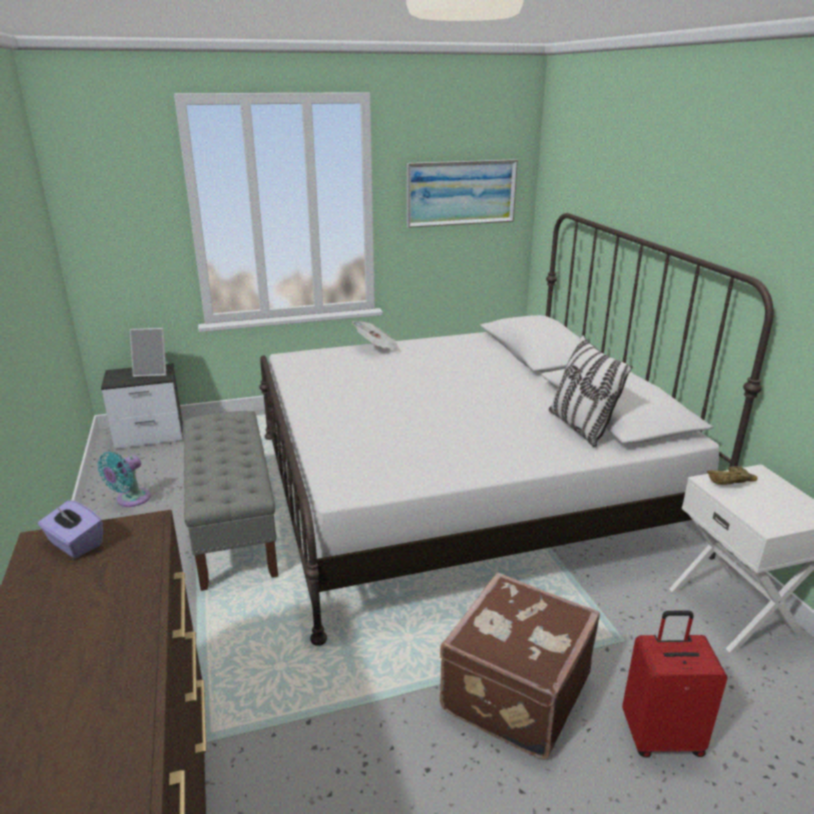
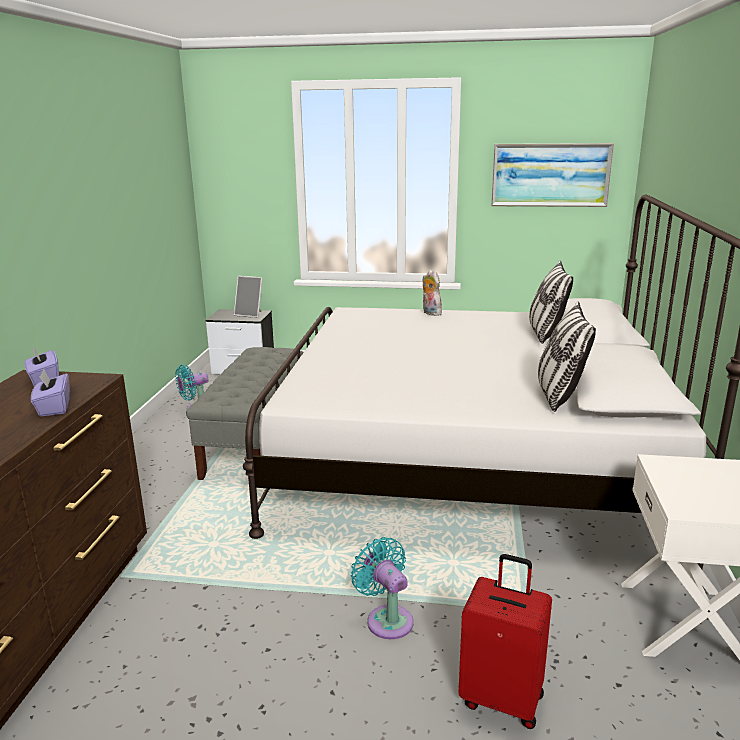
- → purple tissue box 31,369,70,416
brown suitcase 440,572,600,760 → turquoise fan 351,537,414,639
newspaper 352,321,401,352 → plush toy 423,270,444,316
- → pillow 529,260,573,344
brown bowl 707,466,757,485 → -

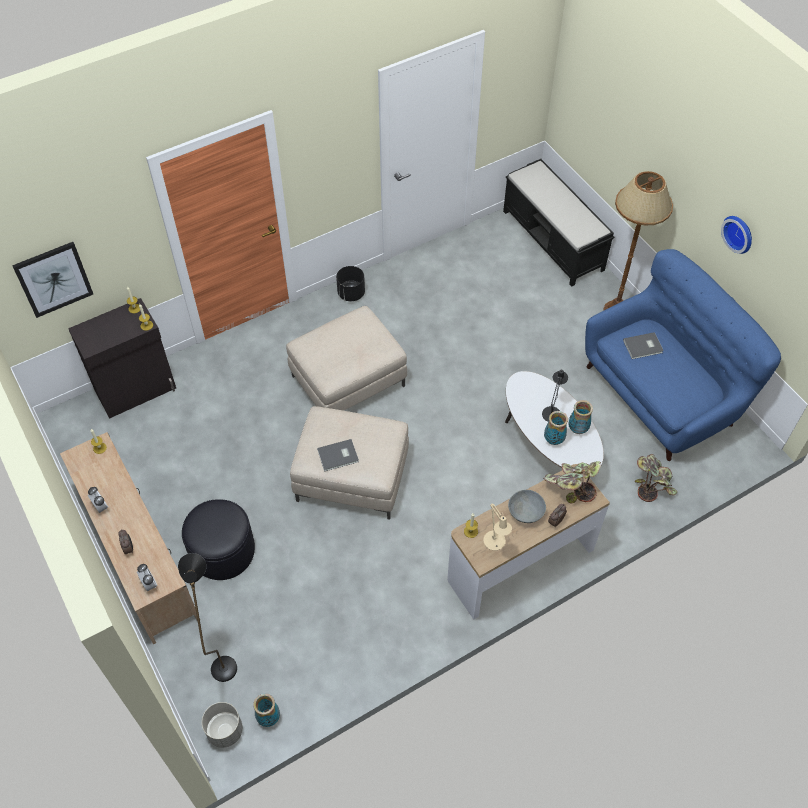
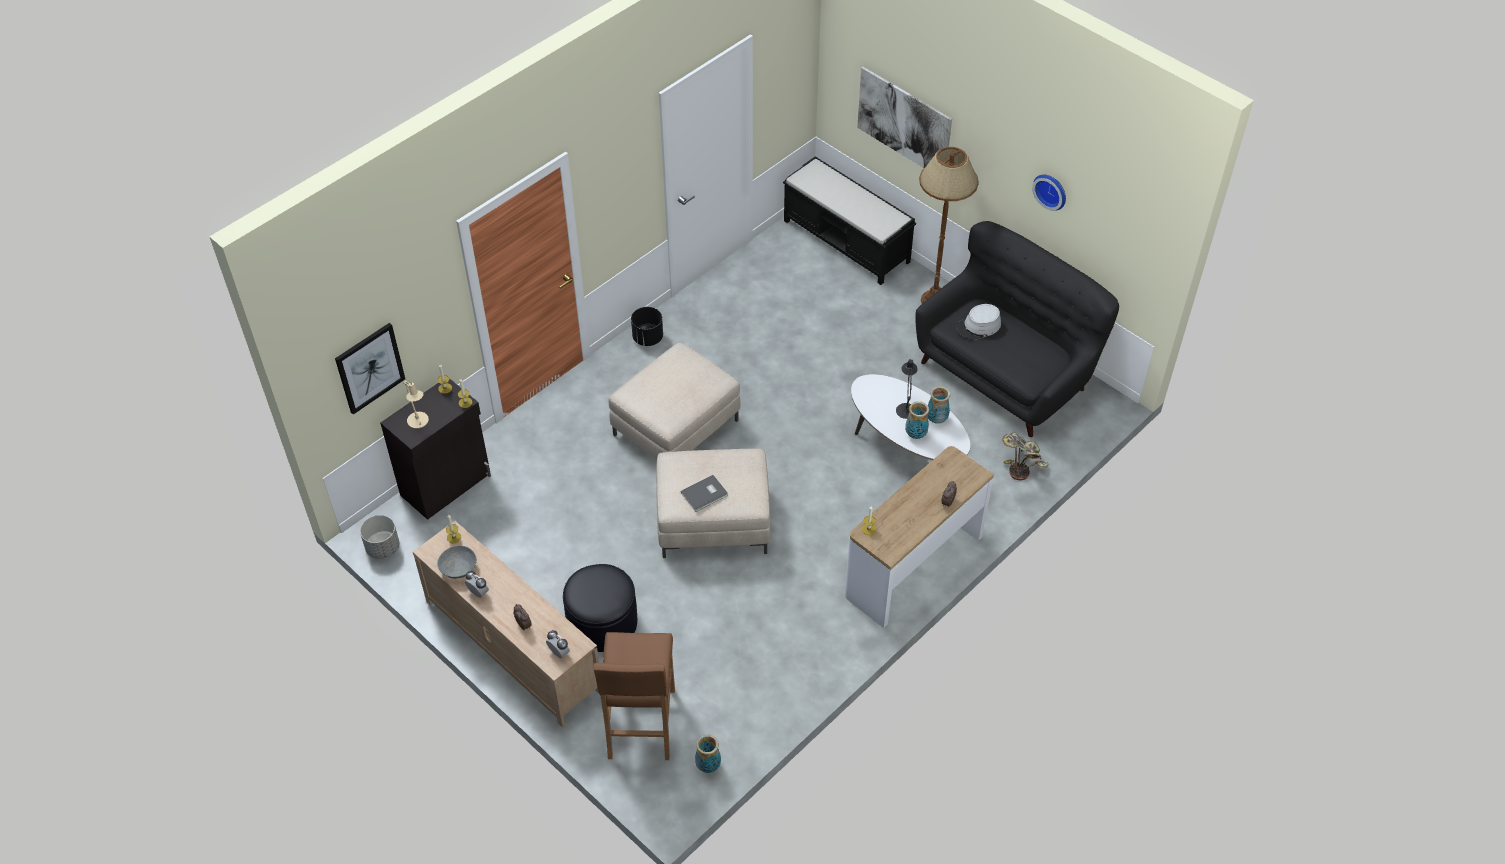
grey planter 202,702,243,748 → grey planter 360,515,399,559, relocated
beige table lamp 483,503,512,551 → beige table lamp 403,379,429,428, relocated
grey bowl 508,490,546,523 → grey bowl 437,546,477,579, relocated
black floor lamp 178,553,237,682 → brown stool 593,632,675,760
- → picture 857,67,952,168
blue sofa 585,249,781,461 → black sofa 915,221,1119,437
grey book 623,332,664,359 → grey hat 956,304,1001,340
potted plant 544,461,601,503 → -

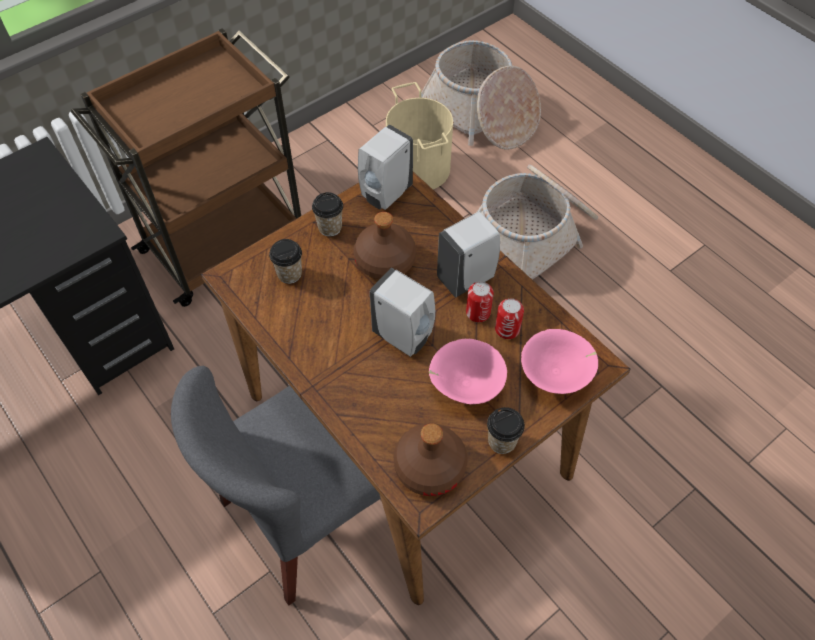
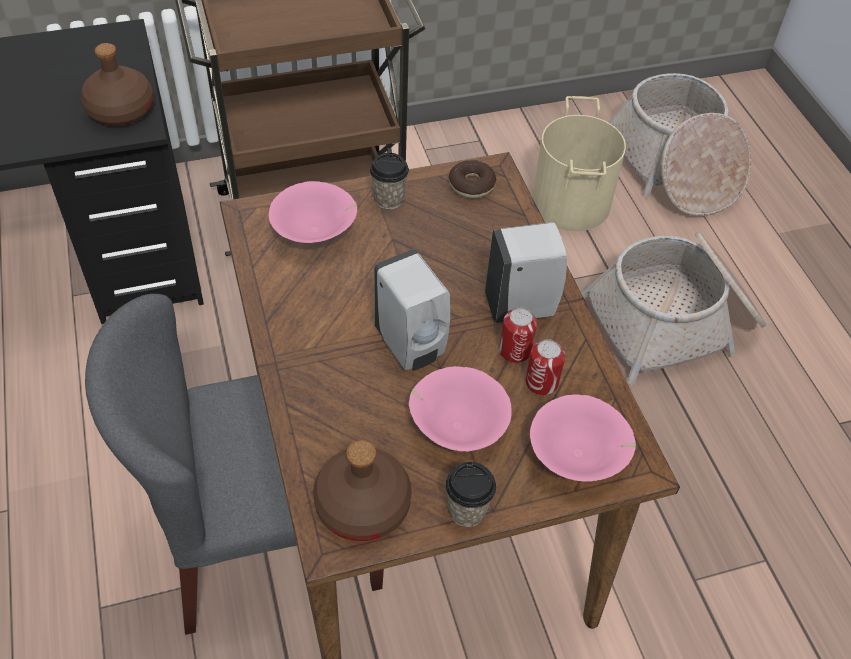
brown bottle 353,212,416,280 → brown bottle 81,43,154,126, relocated
cup 269,239,302,284 → pink bowl 269,181,357,243
white soap dispenser 358,125,413,210 → donut 449,160,496,198

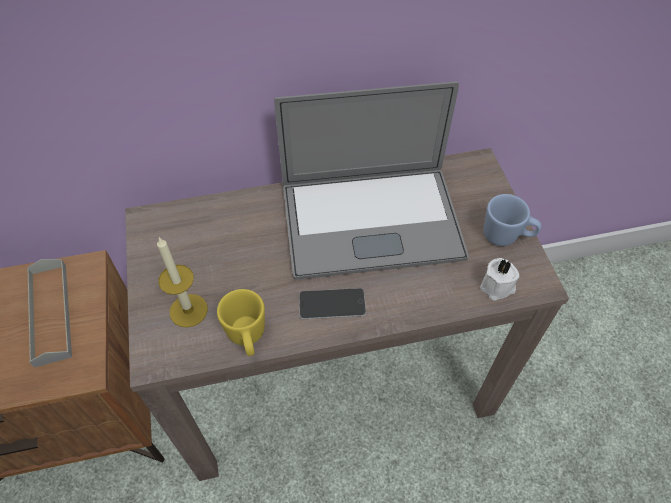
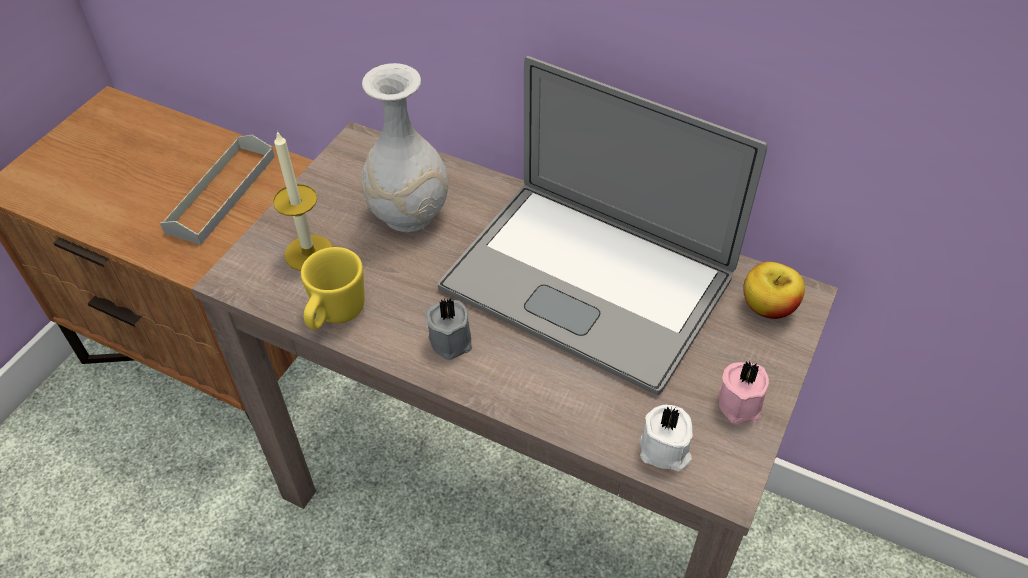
- → white vase 362,63,448,232
phone 299,288,366,319 → grey candle 425,298,472,360
blue mug 484,194,541,246 → pink candle 718,361,769,424
- → apple 743,262,805,319

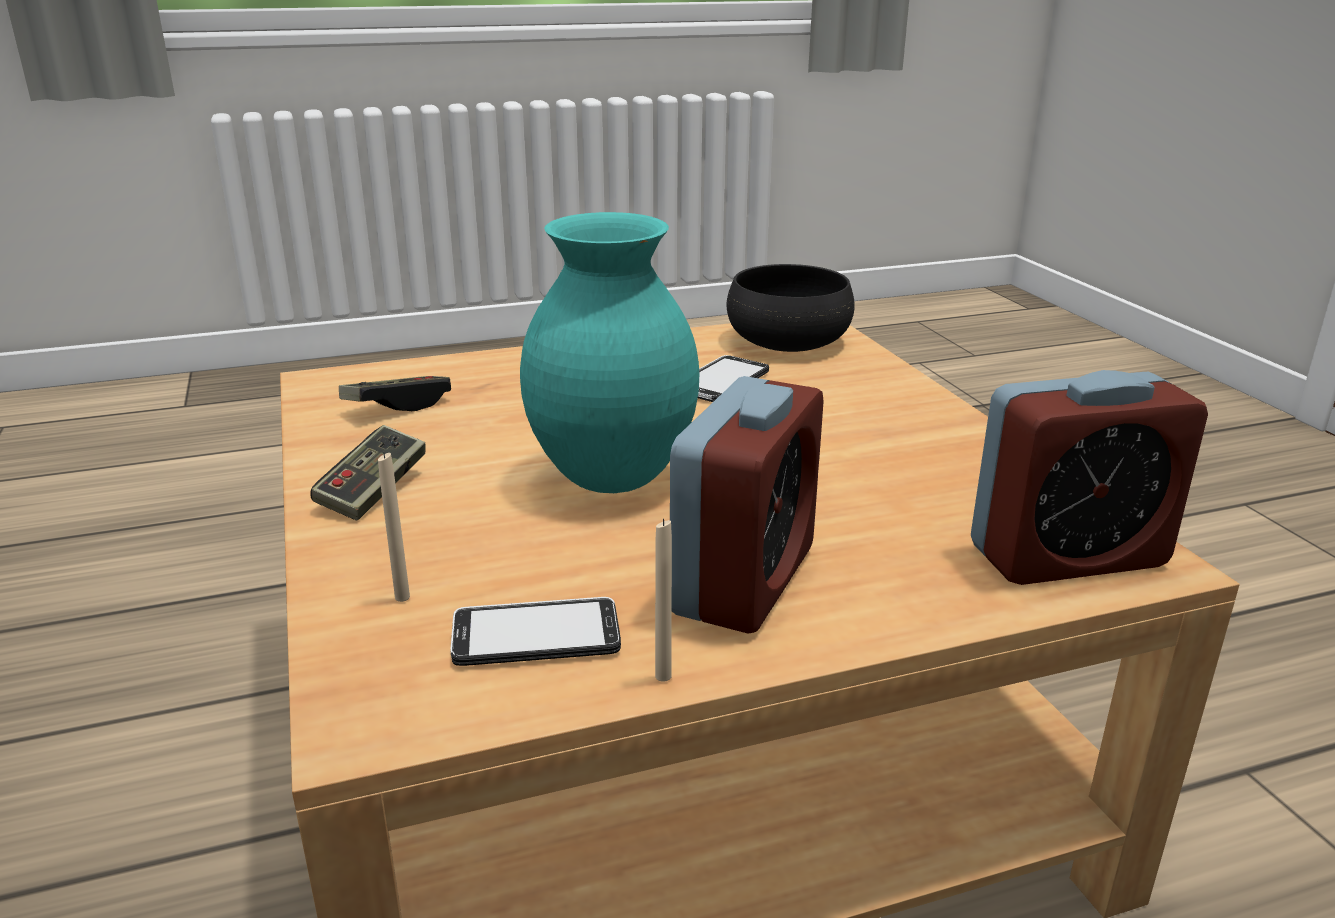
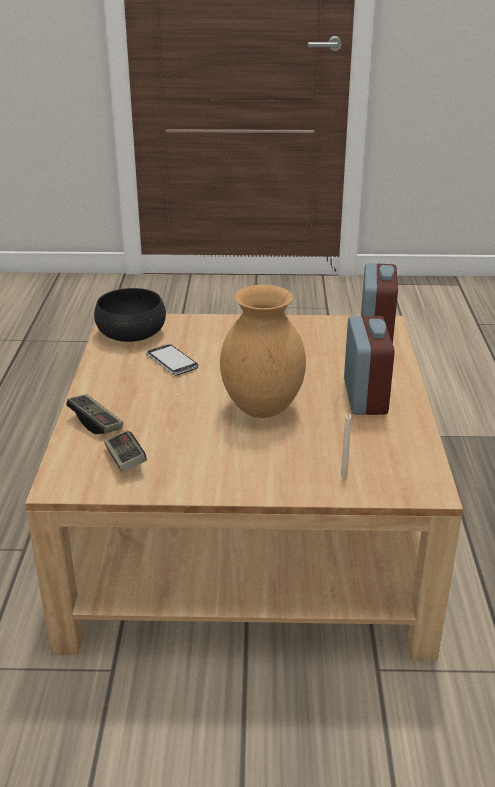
game controller 310,425,425,520 → game controller 66,394,123,434, relocated
turquoise vase 520,212,699,493 → brown vase 220,285,306,418
alarm clock 670,376,824,634 → alarm clock 344,316,395,415, 45 degrees clockwise
phone 450,597,621,666 → -
beige candle 655,518,672,682 → -

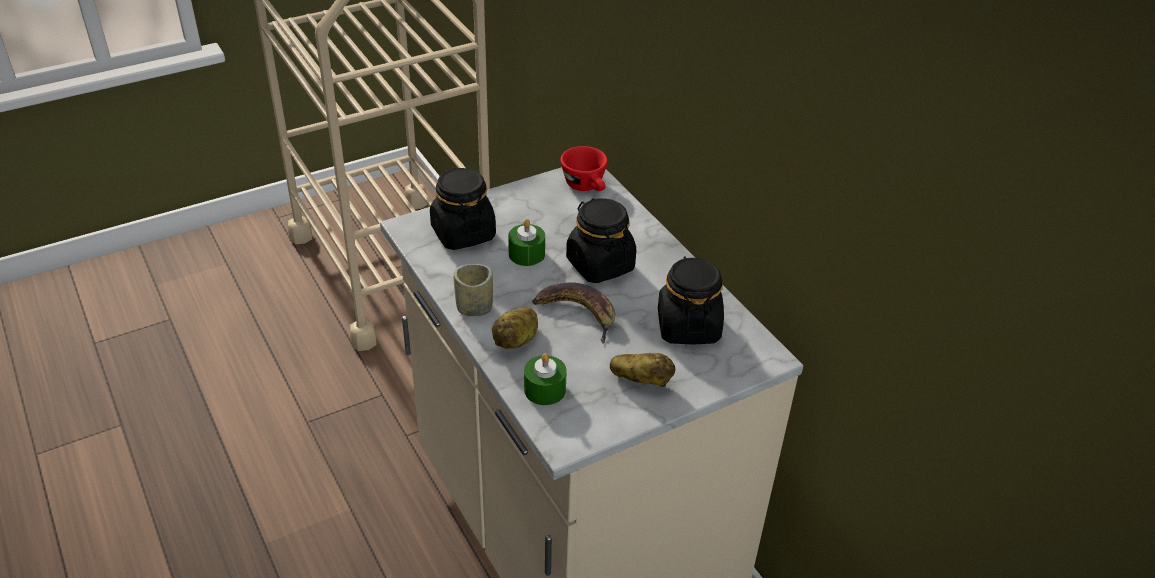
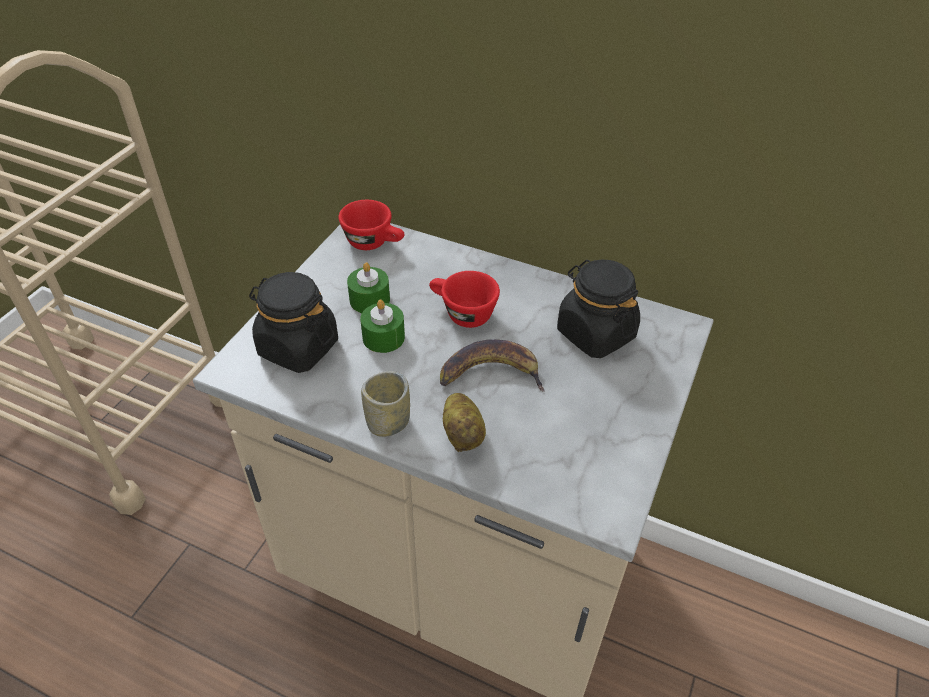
green candle 524,353,566,405 → green candle 347,262,390,313, relocated
black jar 566,198,636,283 → red cup 429,271,500,328
potato 610,353,675,387 → -

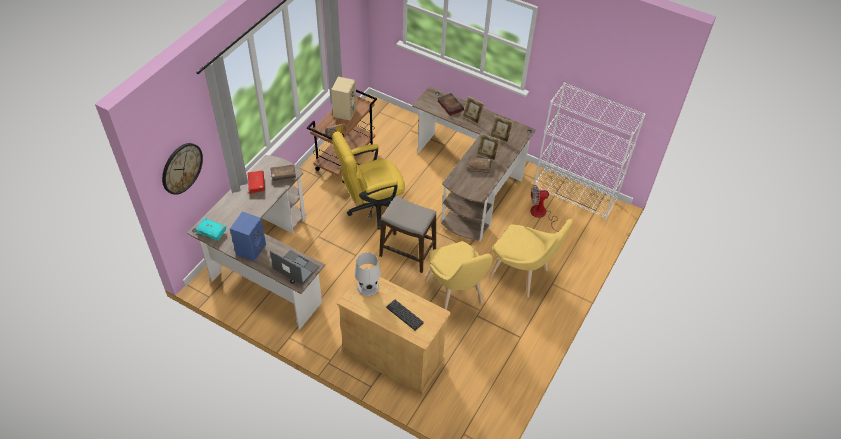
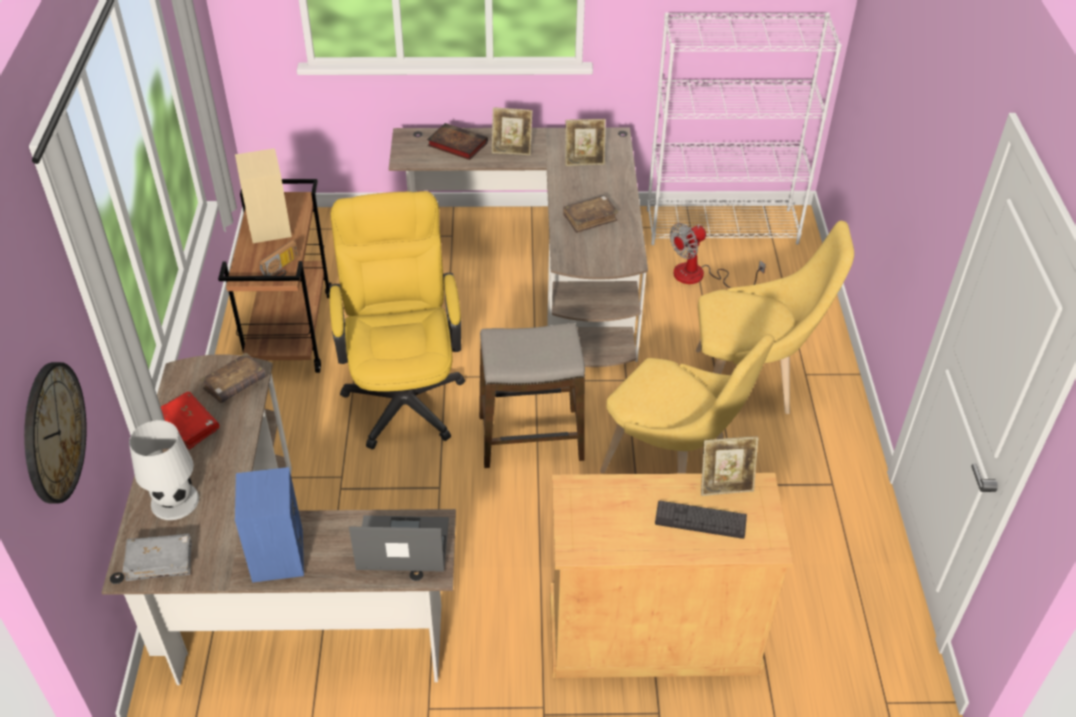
turquoise book 195,218,226,241 → grey book 123,533,192,581
white table lamp 355,252,381,296 → white table lamp 129,420,199,520, relocated
yellow office chair 332,131,405,230 → yellow office chair 329,191,465,450, 135 degrees clockwise
picture frame 476,133,500,161 → picture frame 701,436,758,496, relocated

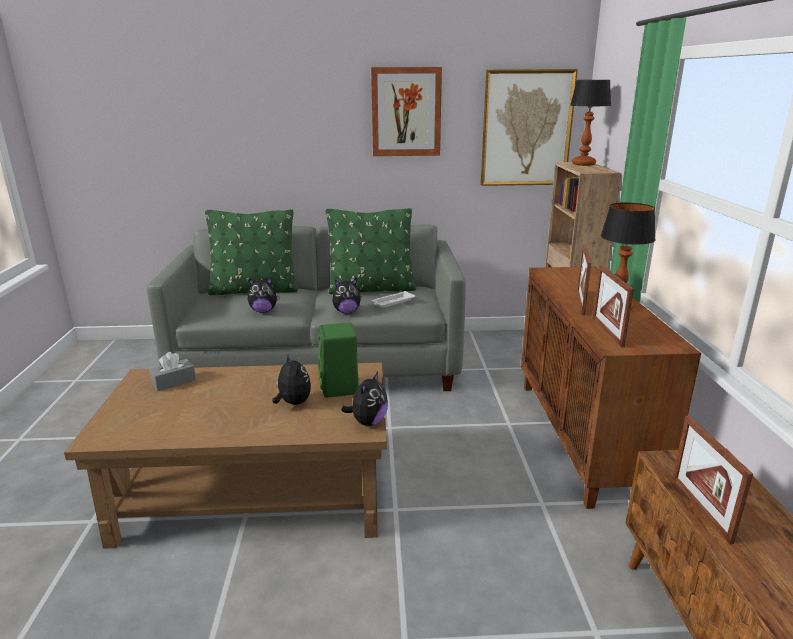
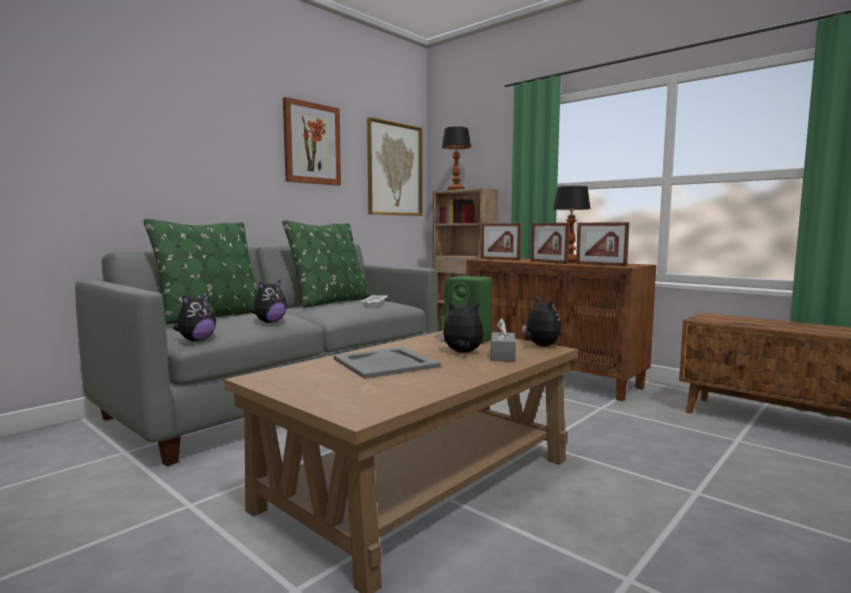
plush toy 332,279,361,314 → plush toy 173,292,216,341, relocated
- → grey tray 333,347,441,379
picture frame 672,416,753,544 → picture frame 481,223,521,261, relocated
grey tissue box 149,352,196,391 → grey tissue box 491,318,516,362, relocated

